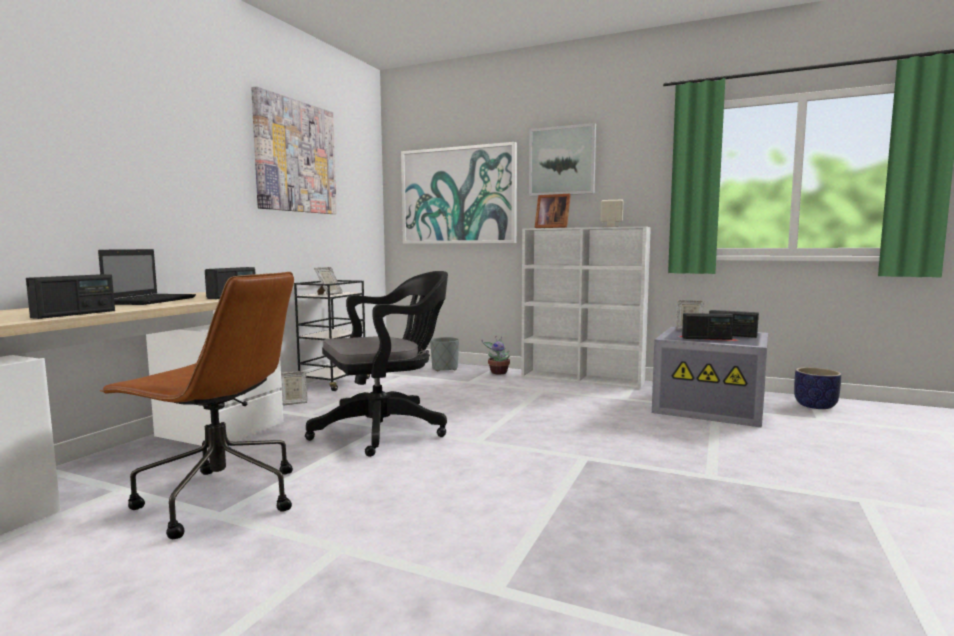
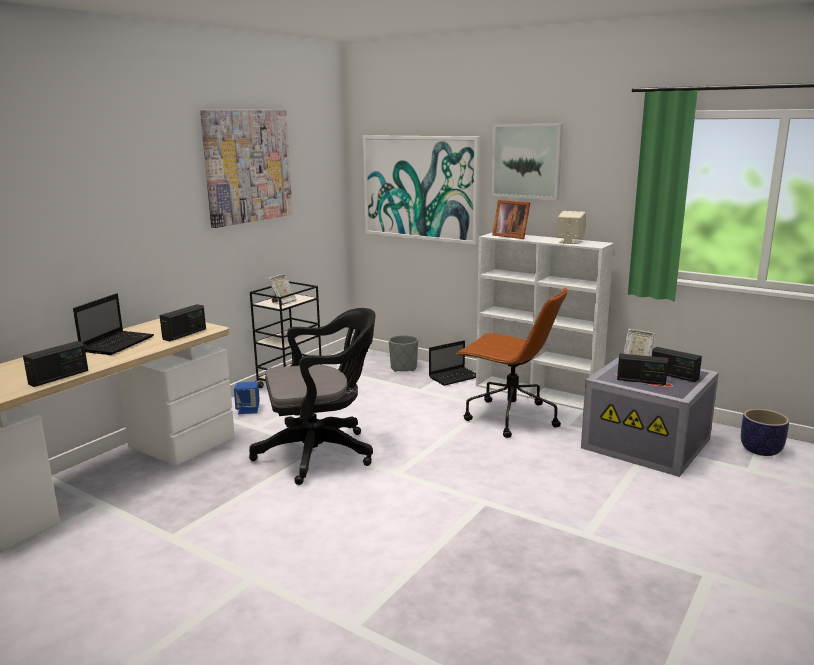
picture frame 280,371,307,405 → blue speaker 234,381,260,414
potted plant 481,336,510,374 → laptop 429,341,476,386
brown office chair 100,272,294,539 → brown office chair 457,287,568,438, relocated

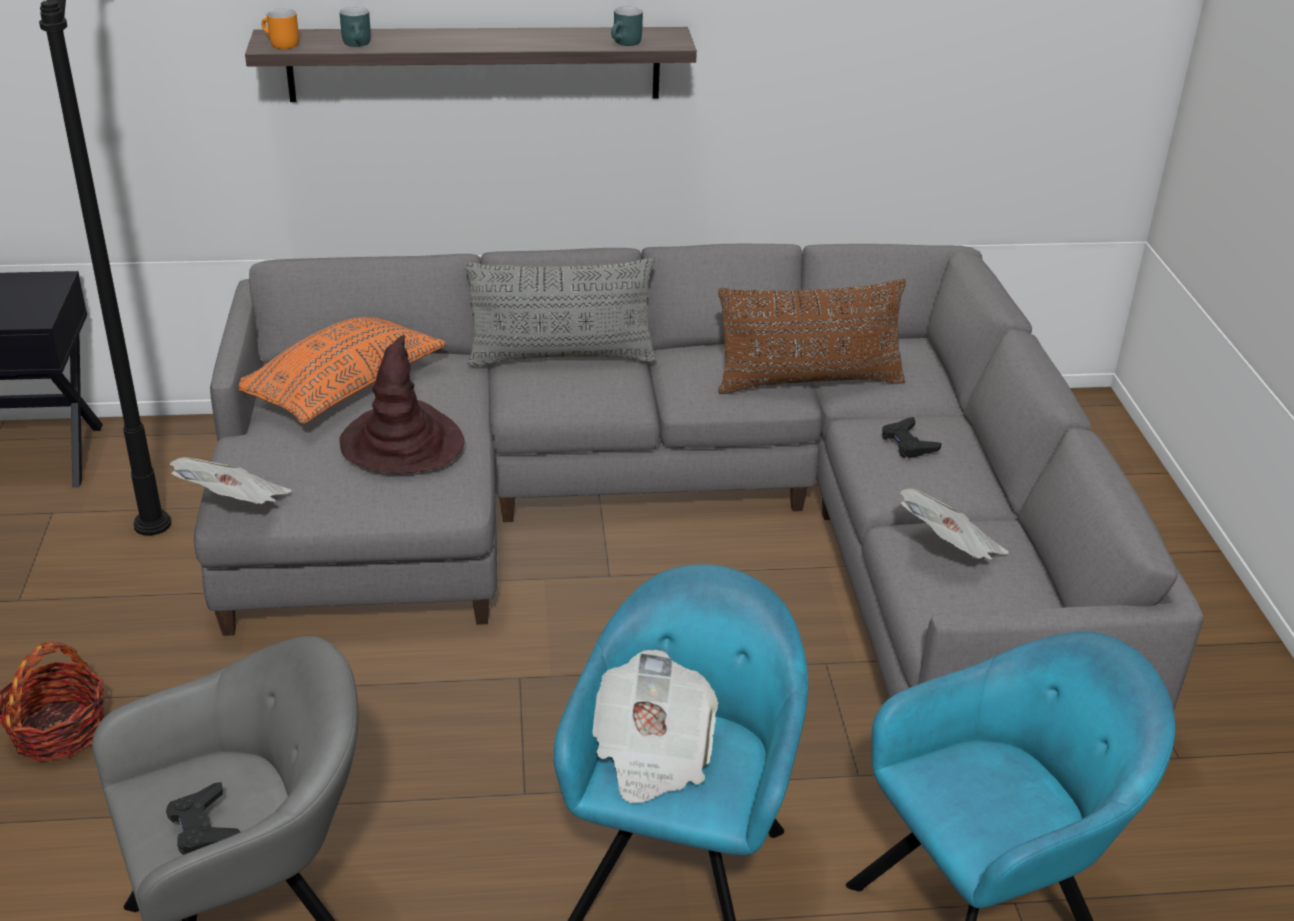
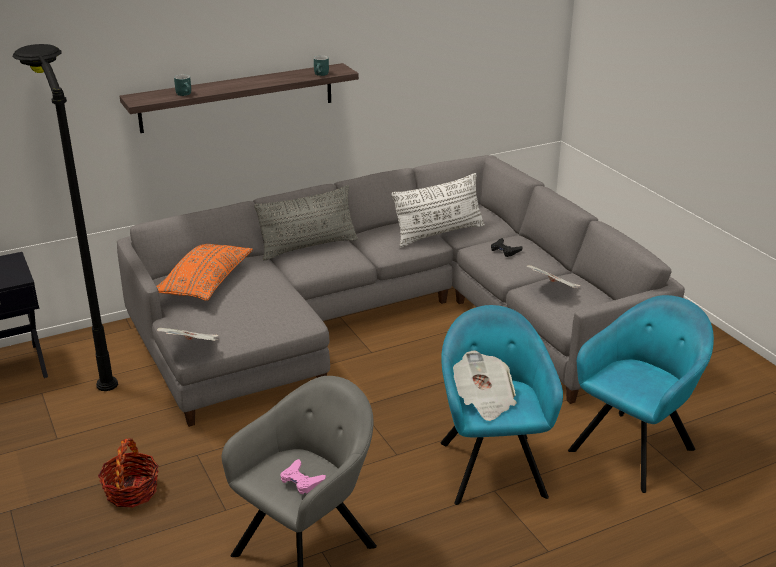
black game controller 166,782,241,855 → pink game controller 280,459,326,494
brown pillow 718,279,906,394 → white pillow 391,173,485,248
orange mug 262,9,299,49 → -
brown hat 339,335,464,473 → -

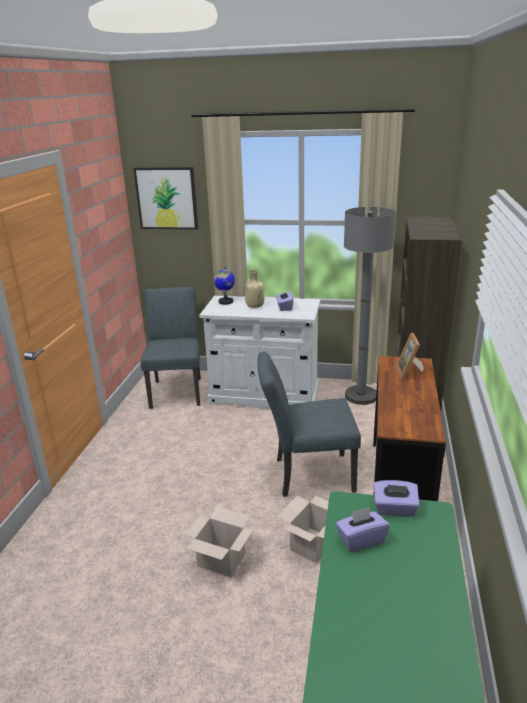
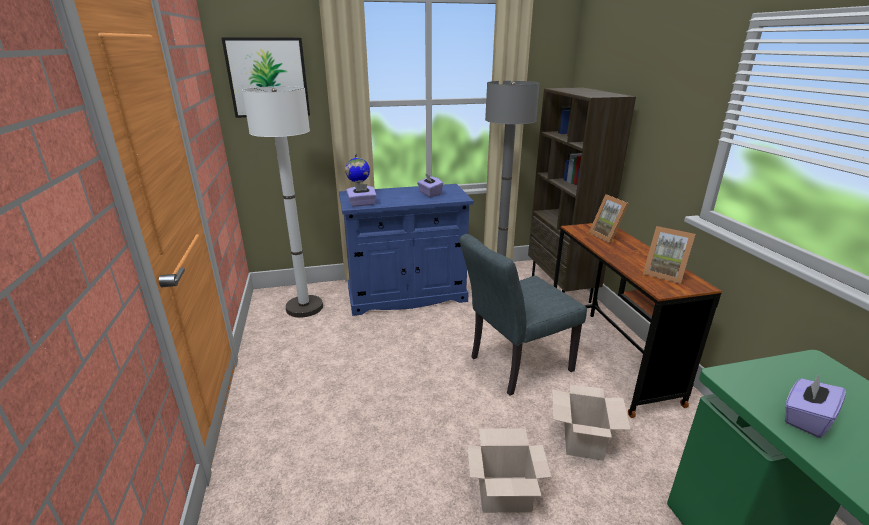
grey chair 141,287,201,409 → white floor lamp 242,86,323,317
white cabinet 199,296,320,408 → blue cabinet 339,184,474,316
purple tissue box 373,480,420,516 → purple tissue box 346,184,376,207, relocated
- → picture frame 643,226,696,284
beige bottle 245,270,265,308 → -

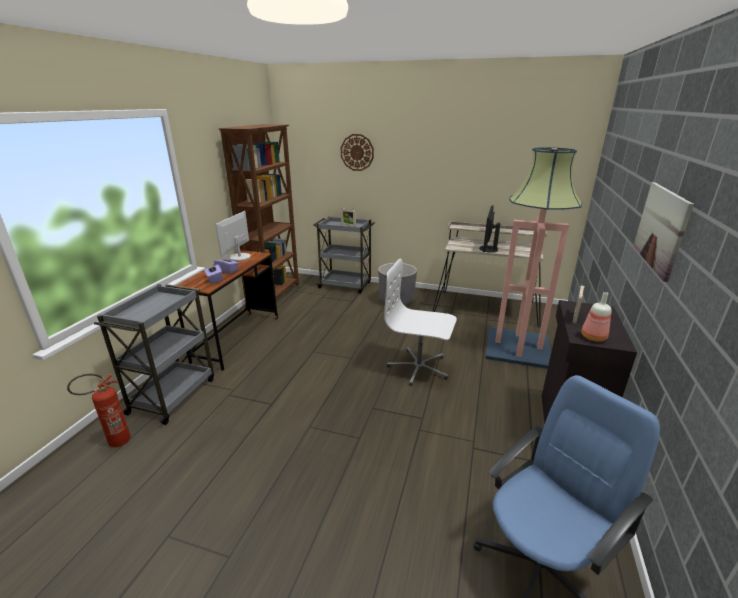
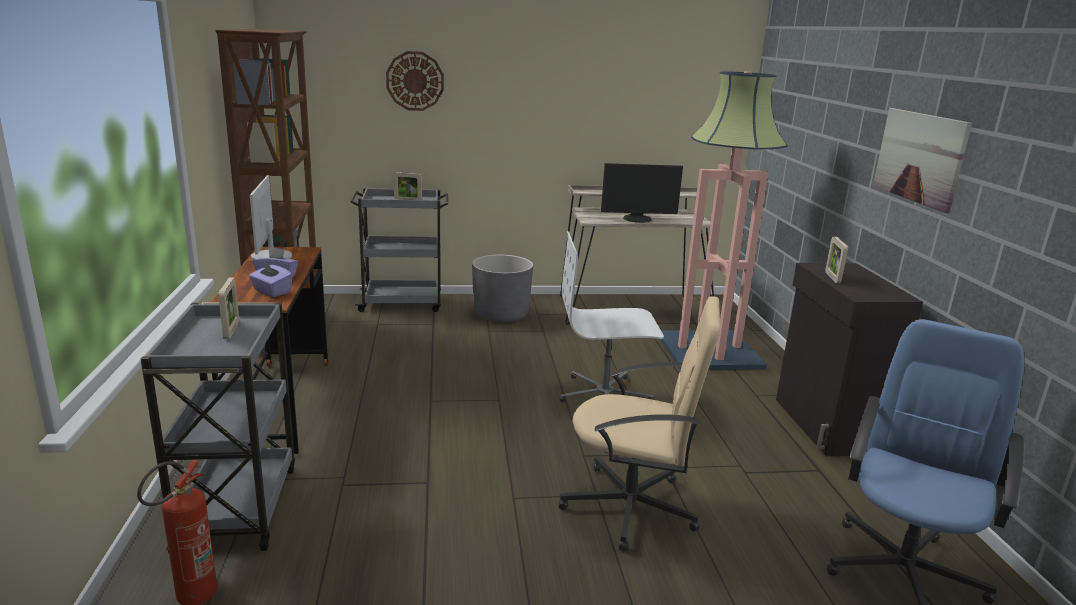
- → picture frame 218,277,239,339
- → beige office chair 558,296,721,552
monitor 479,205,501,253 → monitor 601,163,683,223, 90 degrees counterclockwise
bottle 581,292,612,342 → -

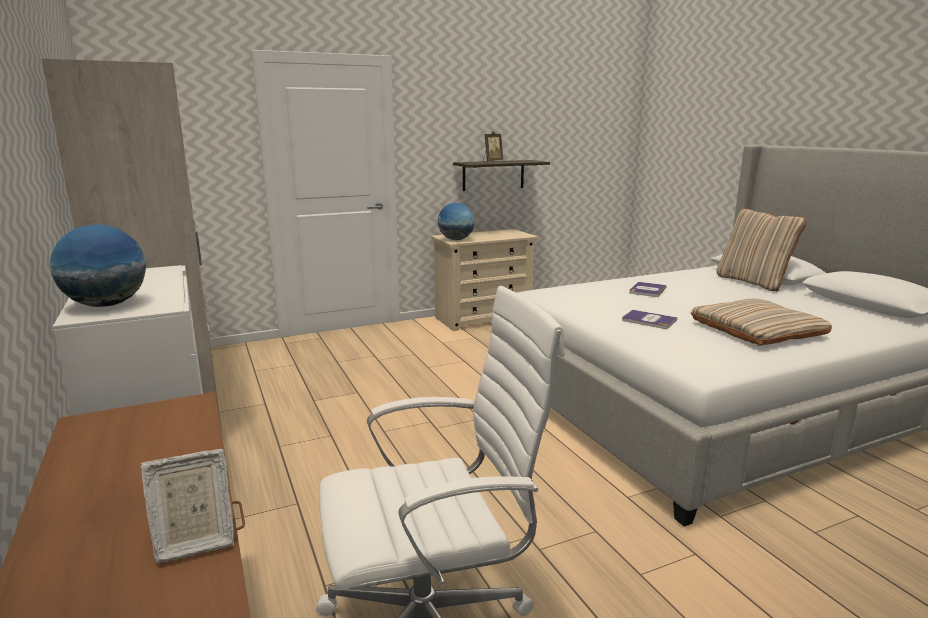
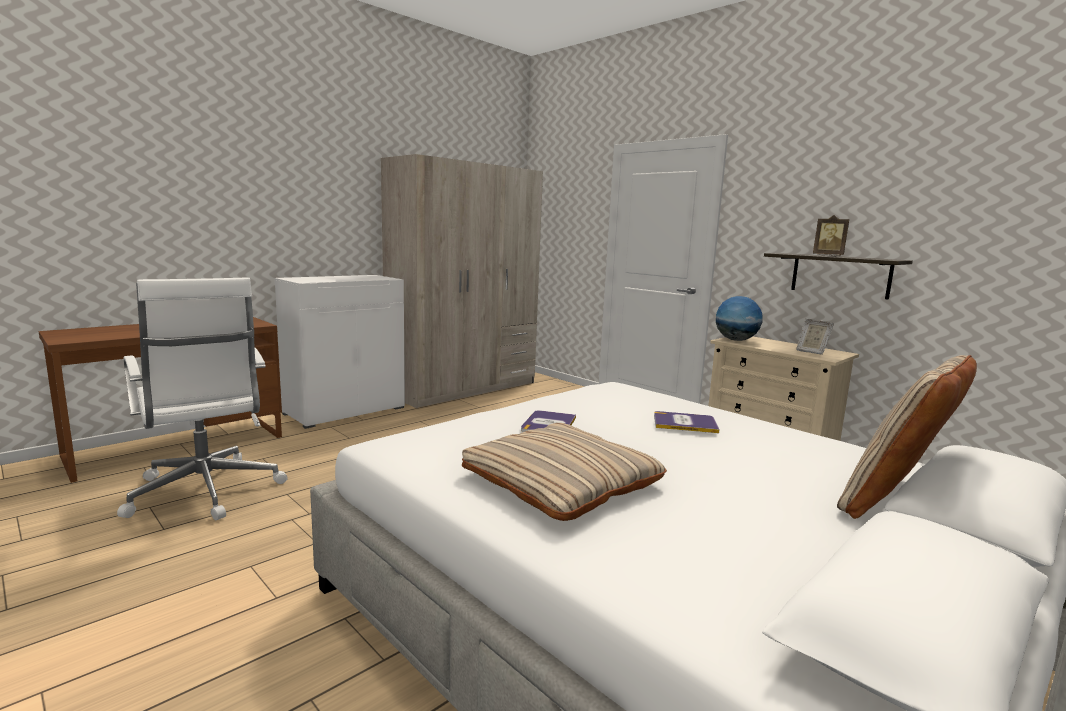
picture frame 140,449,234,563 → picture frame 796,319,834,355, relocated
globe 50,224,146,307 → -

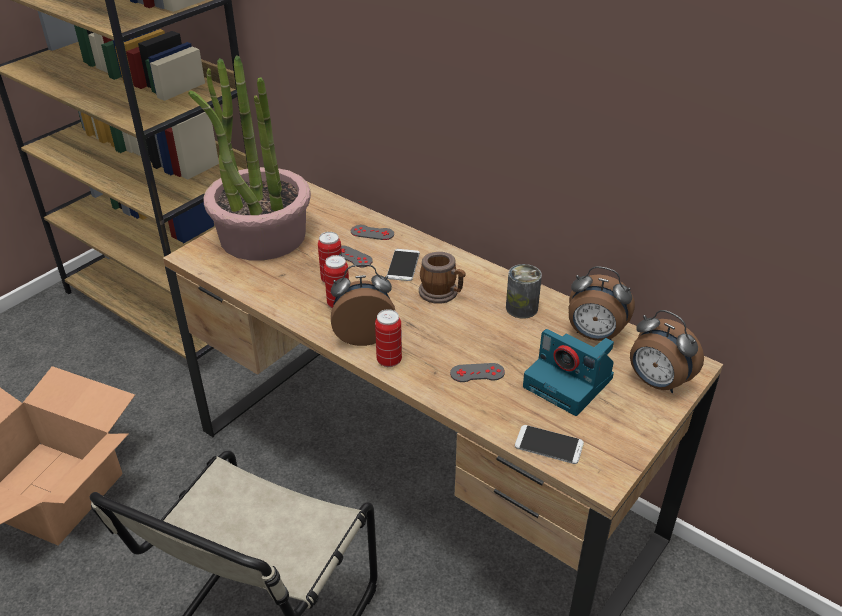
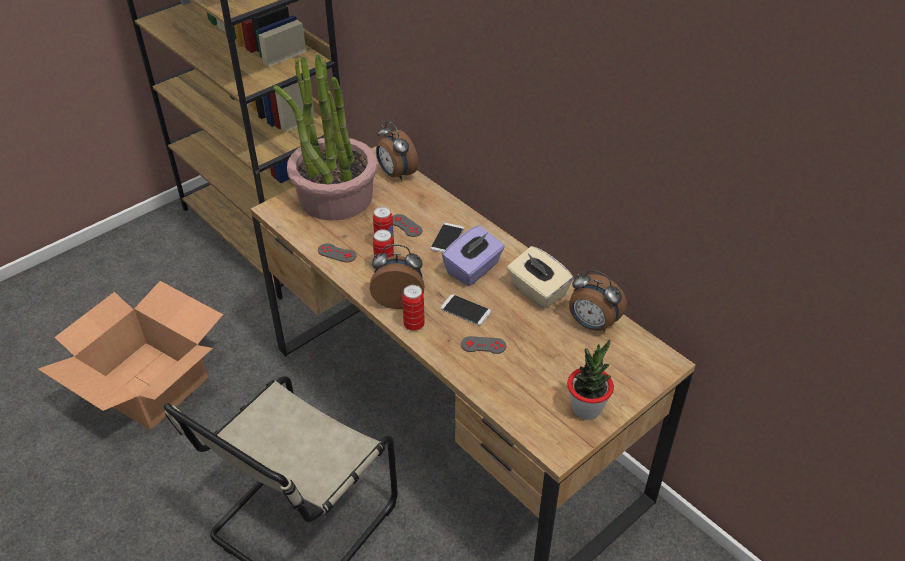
grey game controller 351,225,394,240 → grey game controller 318,243,356,263, relocated
alarm clock 630,310,704,393 → alarm clock 376,121,419,181, relocated
phone 515,425,584,464 → phone 441,294,491,325, relocated
mug 419,252,465,304 → purple tissue box 442,226,505,286
can 506,264,542,319 → beige tissue box 507,246,573,309
- → potted plant 567,339,614,420
photo camera 523,329,614,416 → -

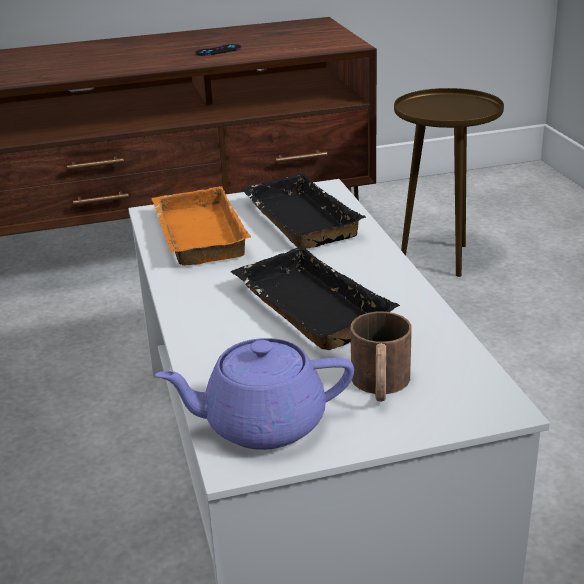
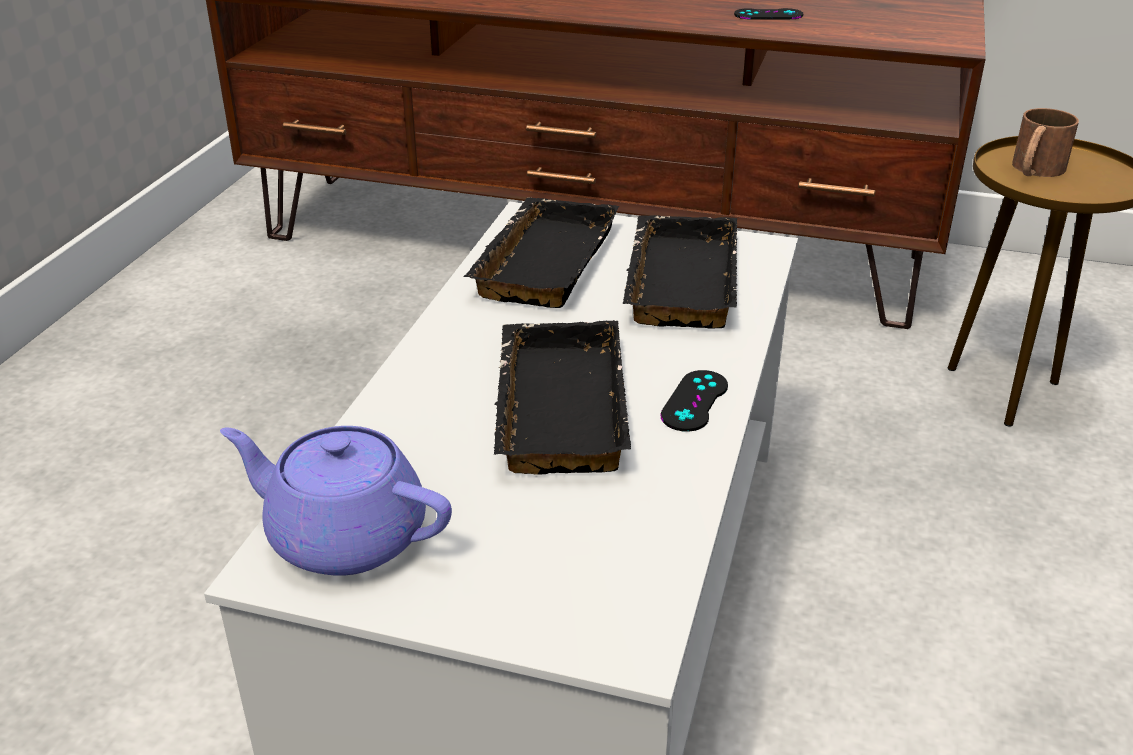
orange tray 152,186,251,266 → black tray 463,197,619,308
- → black game controller 660,370,728,432
brown mug 351,312,412,402 → brown mug 1012,108,1079,177, relocated

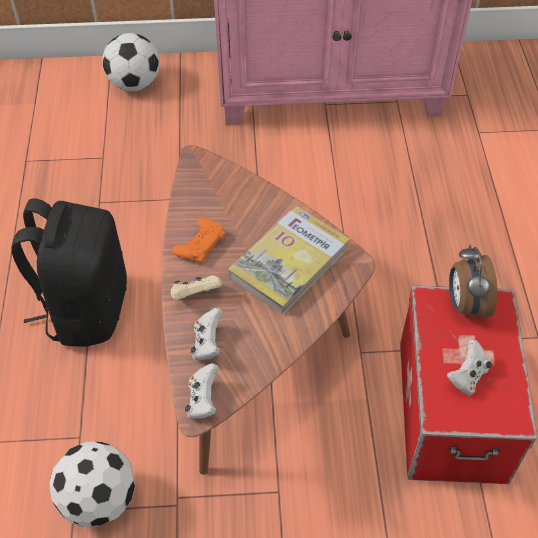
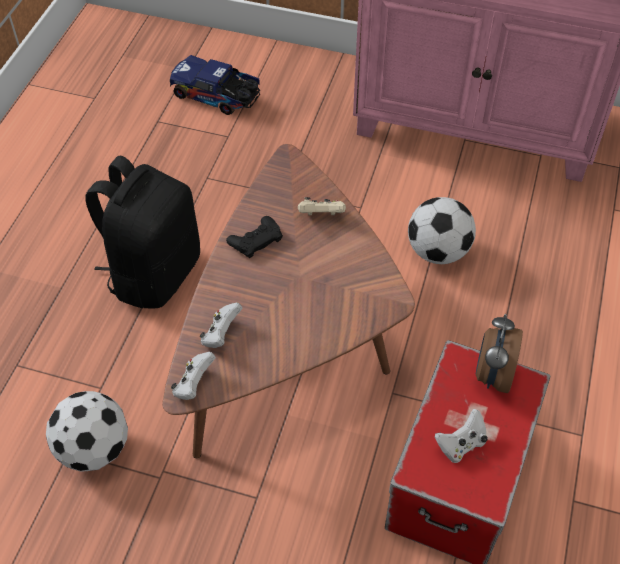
- → toy truck 170,55,260,115
orange game controller 172,218,226,263 → black game controller 226,216,283,258
beige game controller 171,275,222,300 → beige game controller 298,197,346,215, relocated
football 102,33,160,91 → football 408,197,476,264, relocated
book 228,206,350,315 → -

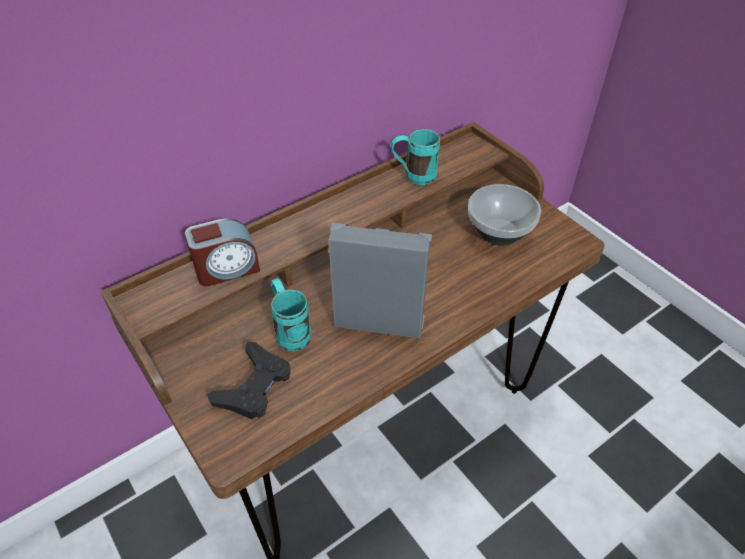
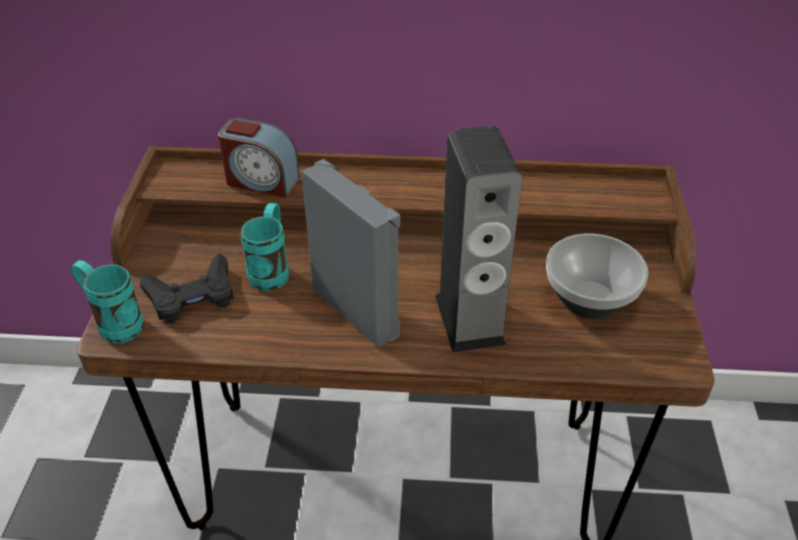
turquoise mug 391,129,440,185 → turquoise mug 70,260,144,344, relocated
- → speaker 435,126,522,353

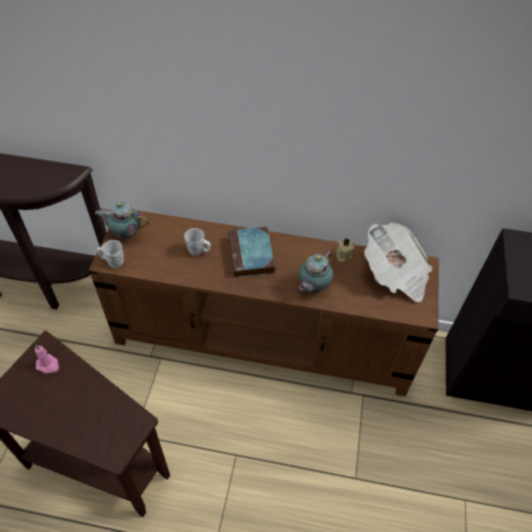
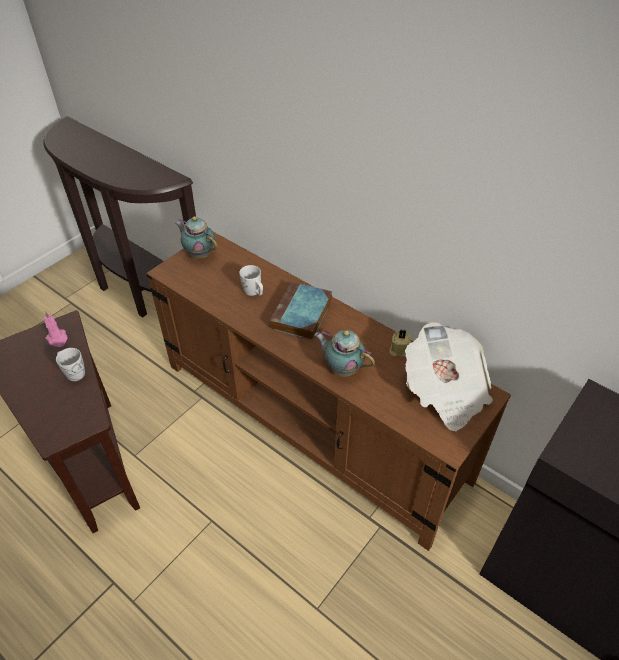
white mug 97,240,124,268 → white mug 56,348,85,381, relocated
teapot 299,250,334,293 → teapot 314,330,375,377, 60 degrees clockwise

